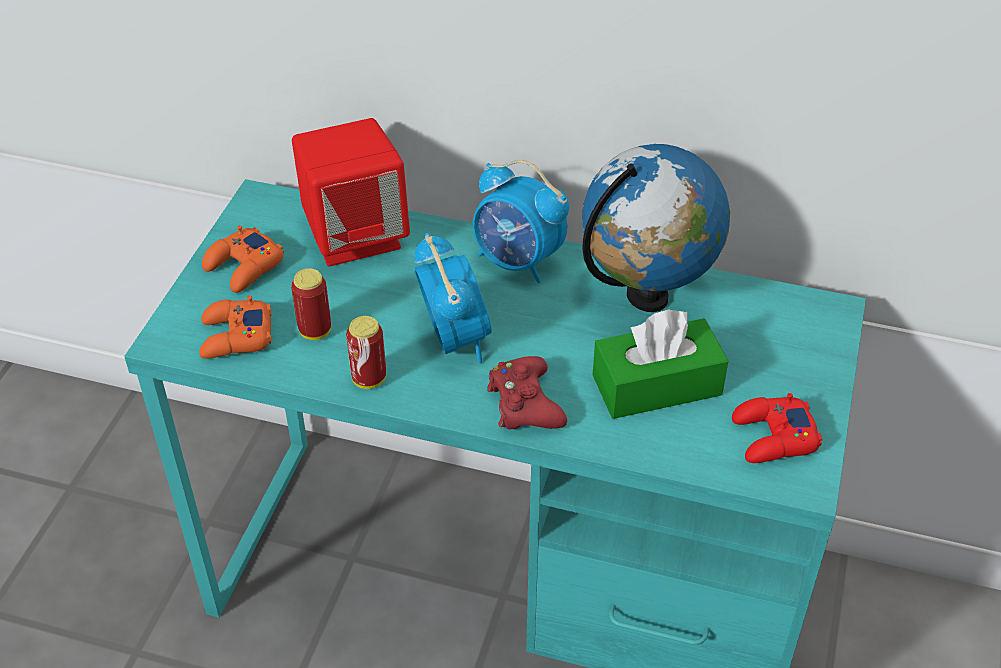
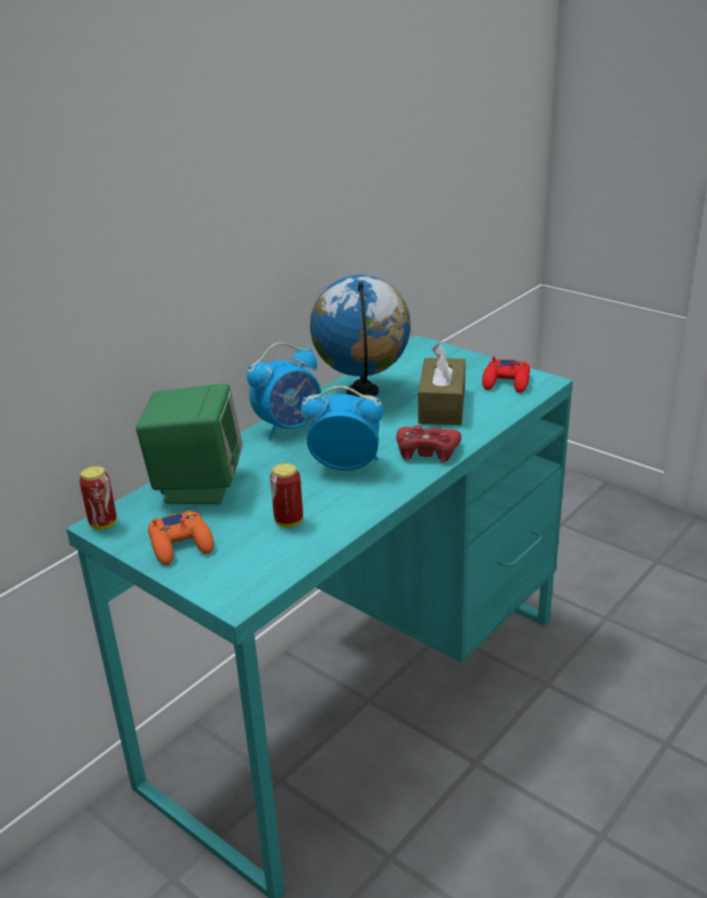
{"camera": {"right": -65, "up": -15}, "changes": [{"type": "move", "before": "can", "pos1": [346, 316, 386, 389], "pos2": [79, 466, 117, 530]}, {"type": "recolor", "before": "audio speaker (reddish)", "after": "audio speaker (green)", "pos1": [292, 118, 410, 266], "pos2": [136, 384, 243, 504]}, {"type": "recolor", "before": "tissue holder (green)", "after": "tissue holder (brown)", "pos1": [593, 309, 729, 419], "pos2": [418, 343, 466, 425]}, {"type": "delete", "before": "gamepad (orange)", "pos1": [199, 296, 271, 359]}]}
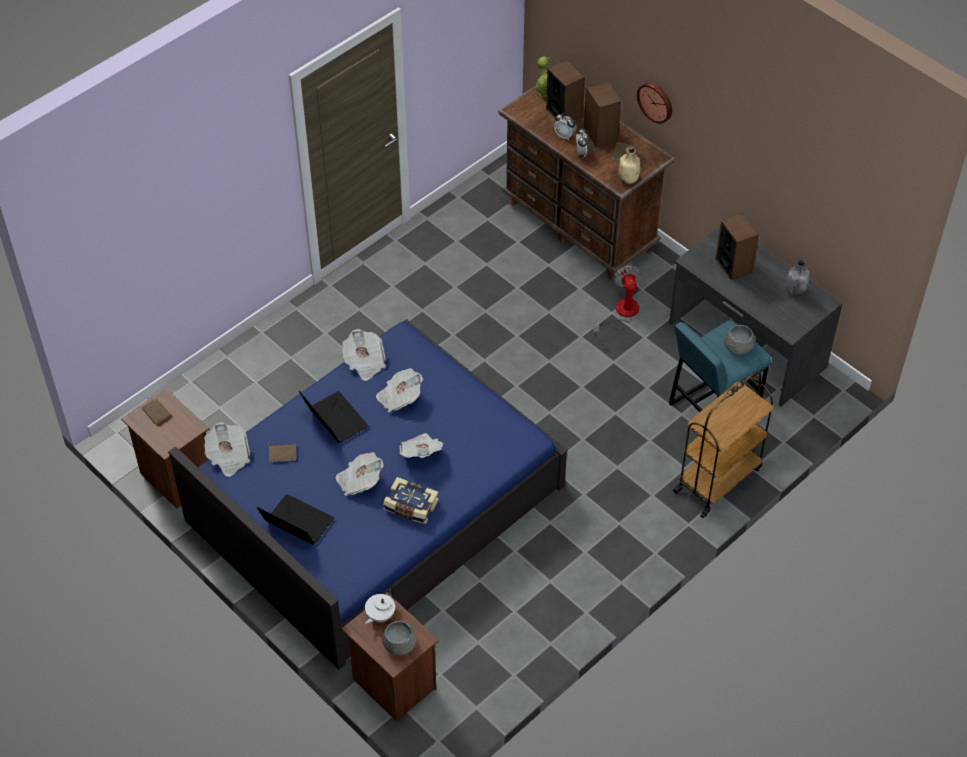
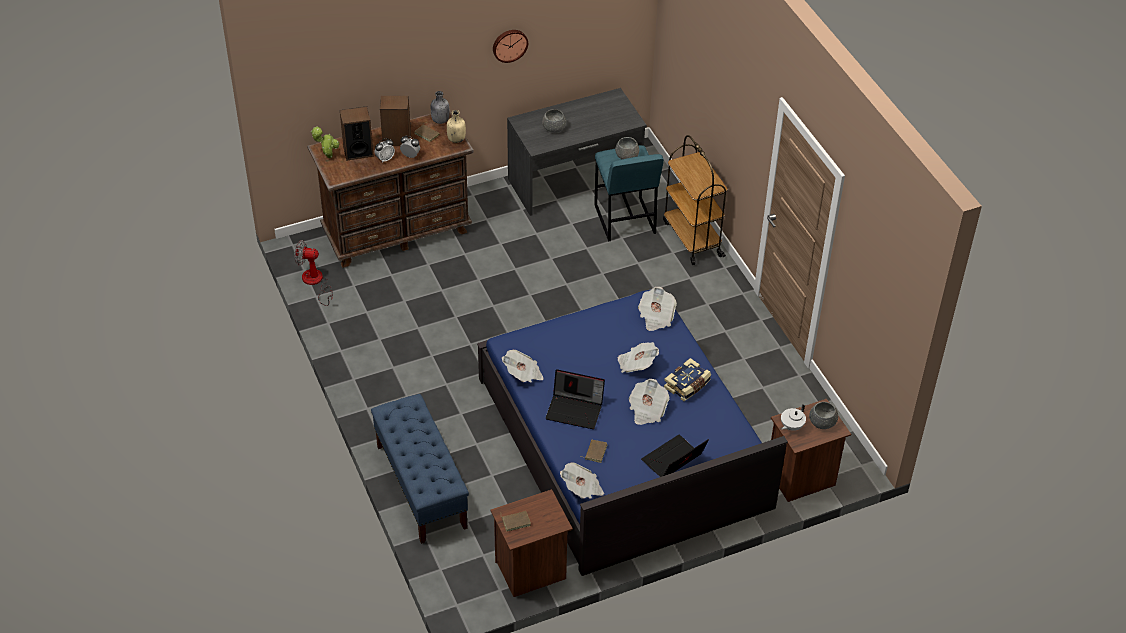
{"camera": {"right": -70, "up": -5}, "changes": [{"type": "move", "before": "electric fan", "pos1": [593, 265, 642, 335], "pos2": [294, 240, 333, 306]}, {"type": "insert", "after": "indoor bench (blue)", "pos2": [371, 394, 469, 544]}, {"type": "move", "before": "bottle (greyish)", "pos1": [785, 259, 810, 296], "pos2": [431, 91, 450, 124]}, {"type": "move", "before": "wall clock", "pos1": [637, 83, 672, 124], "pos2": [493, 30, 528, 63]}, {"type": "replace", "before": "audio speaker", "after": "bowl (greyish)", "pos1": [715, 213, 759, 280], "pos2": [542, 109, 566, 132]}, {"type": "rotate", "before": "laptop", "pos1": [299, 391, 369, 443], "pos2": [546, 369, 605, 429], "turn": -150}, {"type": "move", "before": "newspaper", "pos1": [376, 368, 423, 412], "pos2": [638, 287, 677, 331]}, {"type": "rotate", "before": "teapot (white-coloured)", "pos1": [365, 589, 395, 624], "pos2": [781, 404, 806, 431], "turn": 75}]}
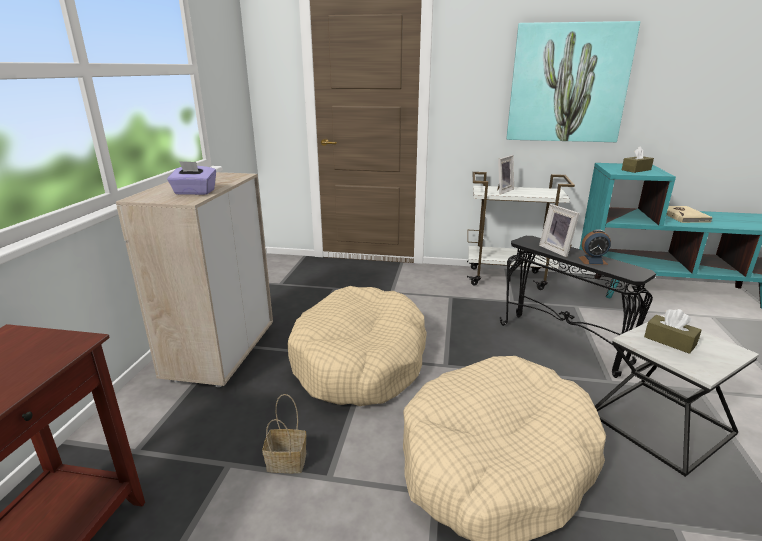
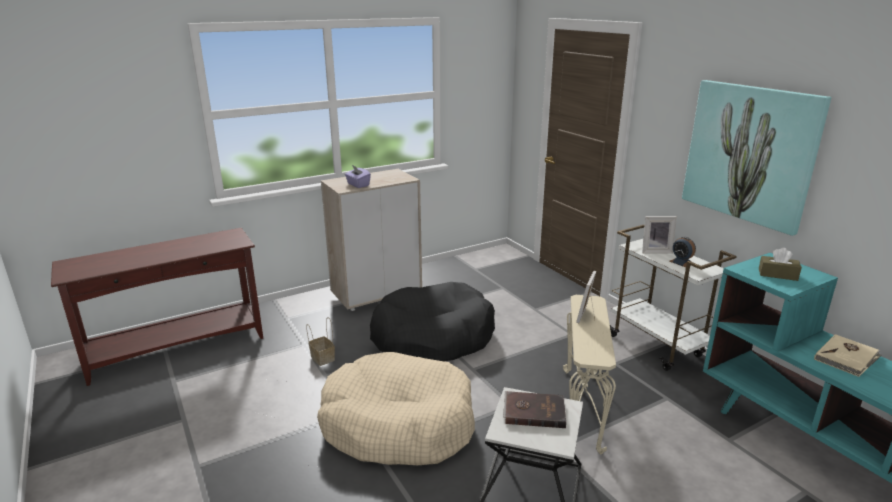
{"camera": {"right": 50, "up": 0}, "changes": [{"type": "recolor", "before": "pet bed (beige-coloured)", "after": "pet bed (black-coloured)", "pos1": [287, 286, 427, 406], "pos2": [370, 282, 495, 361]}, {"type": "replace", "before": "tissue holder (brown)", "after": "bound book (brown)", "pos1": [644, 309, 701, 354], "pos2": [503, 391, 566, 428]}, {"type": "recolor", "before": "accent table (black-coloured)", "after": "accent table (beige-coloured)", "pos1": [500, 236, 656, 378], "pos2": [563, 295, 616, 454]}, {"type": "move", "before": "bedside clock", "pos1": [578, 229, 611, 265], "pos2": [669, 237, 696, 267]}]}
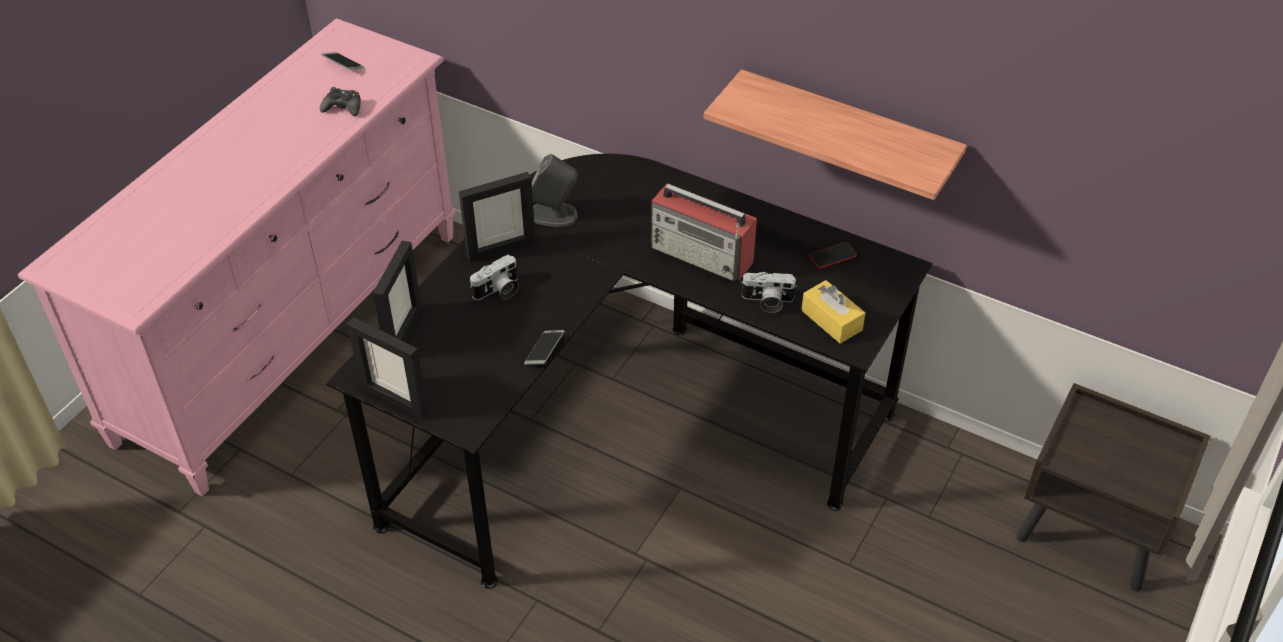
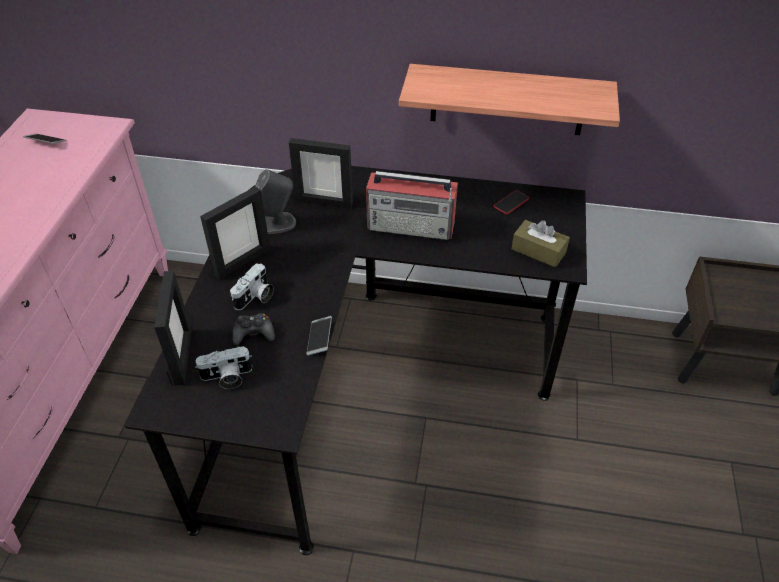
{"camera": {"right": -20, "up": 0}, "changes": [{"type": "move", "before": "still camera", "pos1": [740, 272, 797, 313], "pos2": [195, 346, 252, 389]}, {"type": "move", "before": "gamepad (black-coloured)", "pos1": [320, 87, 361, 116], "pos2": [232, 313, 275, 345]}, {"type": "move", "before": "standing frame", "pos1": [347, 317, 428, 419], "pos2": [289, 138, 353, 209]}, {"type": "recolor", "before": "tissue holder (yellowish)", "after": "tissue holder (brown)", "pos1": [801, 280, 865, 344], "pos2": [512, 220, 570, 267]}]}
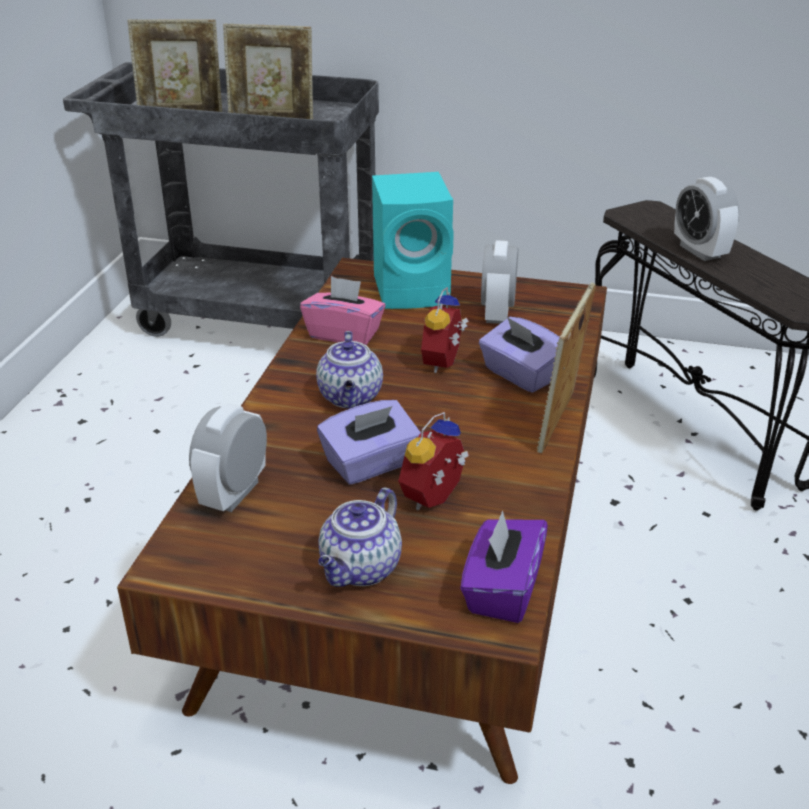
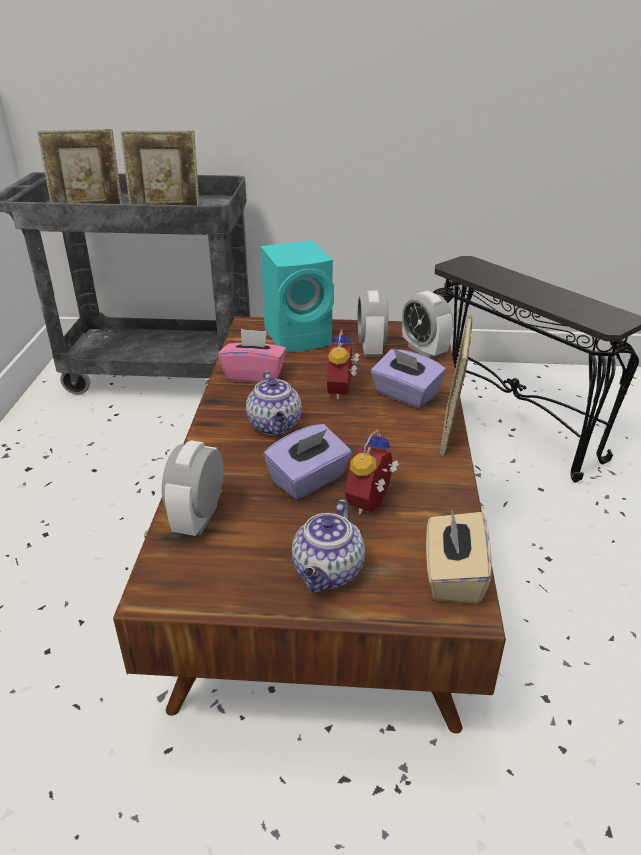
{"camera": {"right": -10, "up": 0}, "changes": [{"type": "move", "before": "bedside clock", "pos1": [674, 177, 739, 261], "pos2": [402, 291, 453, 358]}, {"type": "recolor", "before": "tissue holder (purple-coloured)", "after": "tissue holder (beige-coloured)", "pos1": [460, 510, 548, 623], "pos2": [426, 510, 492, 604]}]}
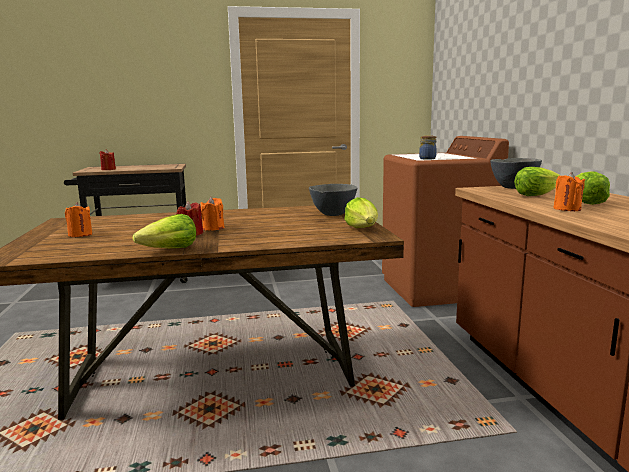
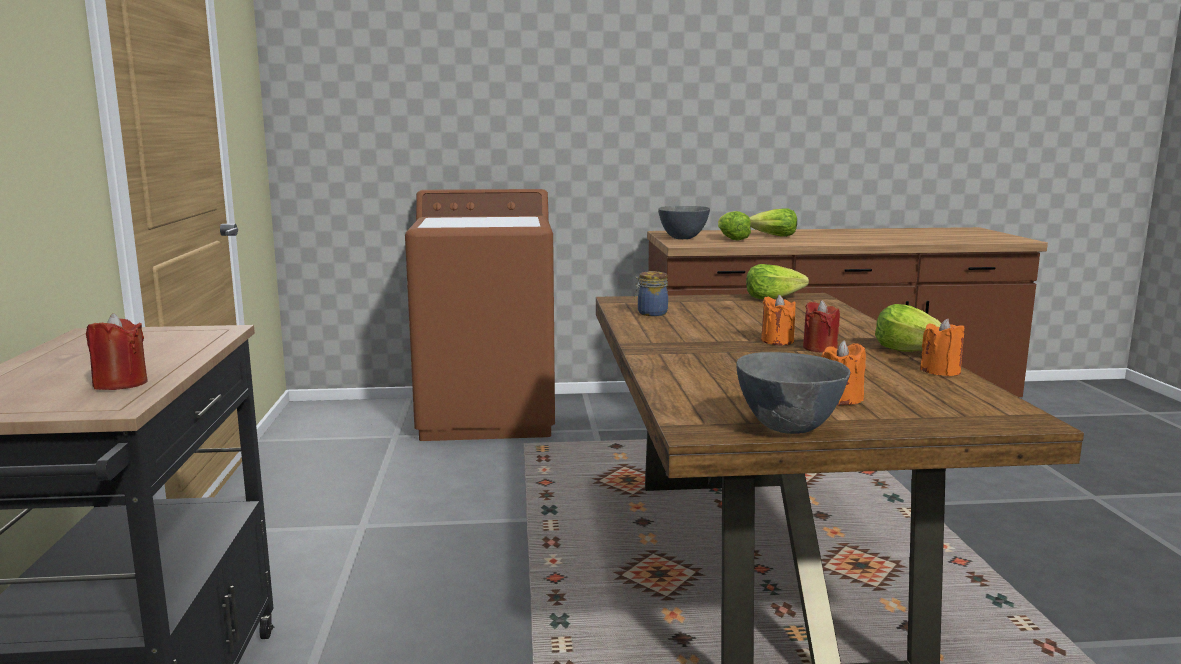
{"camera": {"right": -85, "up": 0}, "changes": [{"type": "move", "before": "preserve jar", "pos1": [419, 135, 437, 160], "pos2": [635, 271, 668, 316]}, {"type": "move", "before": "bowl (greyish)", "pos1": [309, 184, 357, 216], "pos2": [736, 352, 850, 434]}, {"type": "move", "before": "wax candle (orange)", "pos1": [553, 172, 585, 211], "pos2": [920, 319, 964, 376]}]}
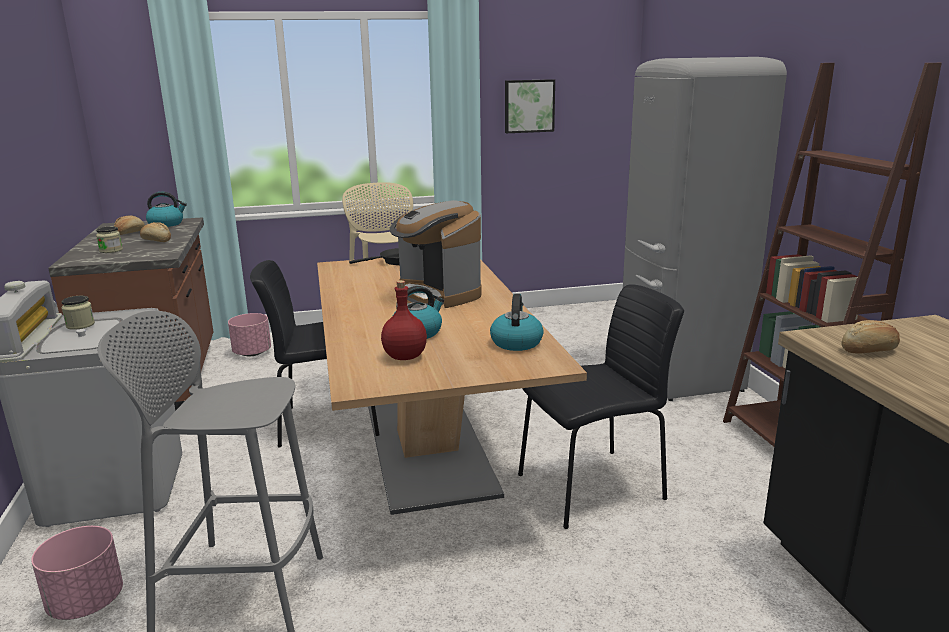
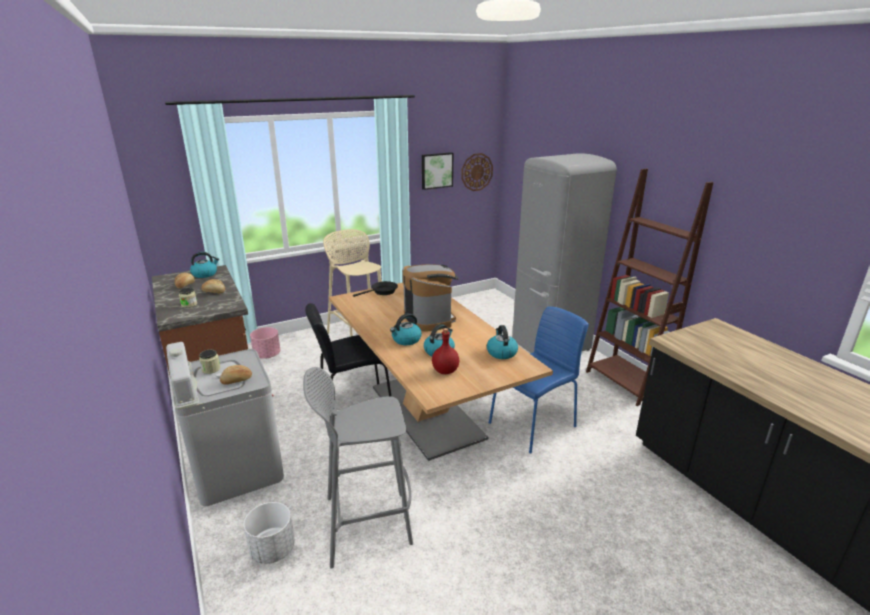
{"camera": {"right": -15, "up": 5}, "changes": [{"type": "move", "before": "bakery bread", "pos1": [841, 320, 900, 354], "pos2": [220, 365, 252, 385]}, {"type": "recolor", "before": "planter (pink)", "after": "planter (white-coloured)", "pos1": [31, 526, 123, 620], "pos2": [244, 502, 295, 564]}, {"type": "insert", "after": "water kettle", "pos2": [390, 313, 422, 345]}, {"type": "rotate", "before": "coffee machine", "pos1": [390, 200, 482, 308], "pos2": [403, 264, 459, 332], "turn": -150}, {"type": "insert", "after": "wall clock", "pos2": [461, 153, 493, 191]}, {"type": "recolor", "before": "upright chair (black-coloured)", "after": "upright chair (blue)", "pos1": [518, 284, 684, 529], "pos2": [489, 306, 589, 454]}]}
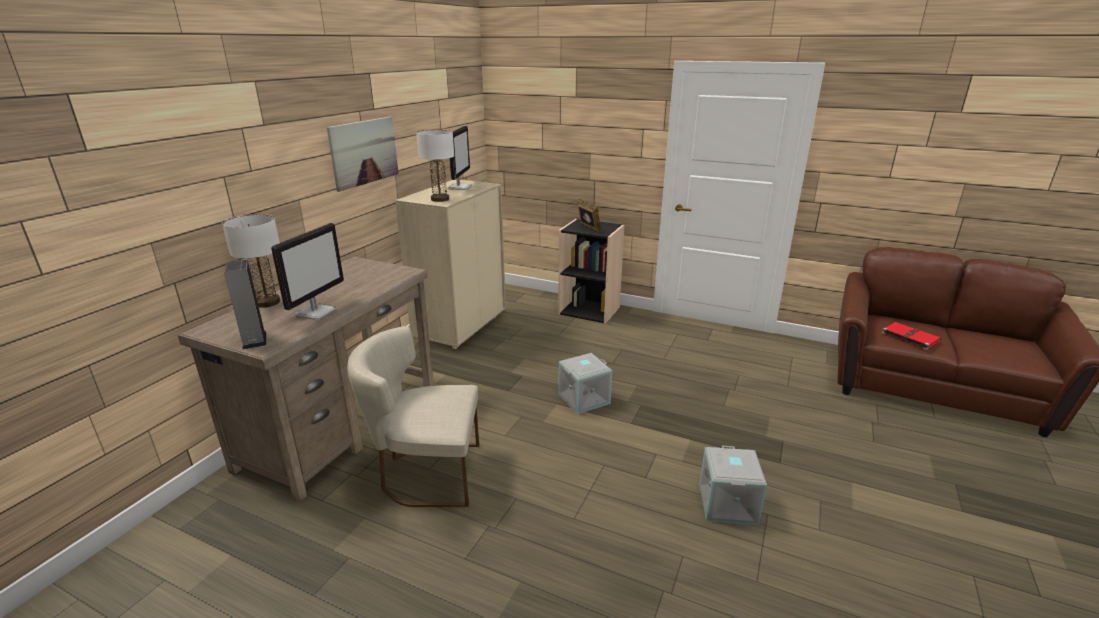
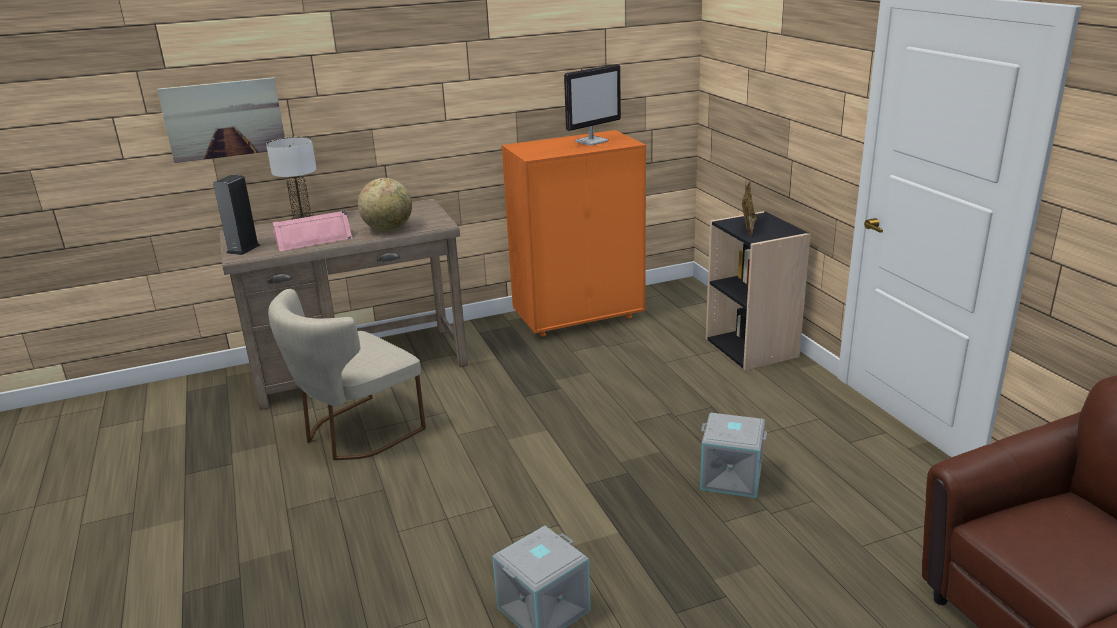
{"camera": {"right": 45, "up": 0}, "changes": [{"type": "move", "before": "wall art", "pos1": [327, 117, 399, 192], "pos2": [157, 77, 285, 163]}, {"type": "rotate", "before": "upright chair (beige-coloured)", "pos1": [347, 326, 479, 507], "pos2": [268, 289, 426, 460], "turn": -90}, {"type": "replace", "before": "monitor", "after": "audio speaker (pink)", "pos1": [271, 223, 344, 320], "pos2": [273, 210, 352, 252]}, {"type": "insert", "after": "globe", "pos2": [358, 178, 412, 232]}, {"type": "recolor", "before": "cabinet (beige-coloured)", "after": "cabinet (orange)", "pos1": [395, 179, 506, 349], "pos2": [502, 130, 646, 336]}, {"type": "move", "before": "storage box (greyish)", "pos1": [558, 353, 612, 414], "pos2": [700, 413, 767, 498]}, {"type": "delete", "before": "tabletop lamp", "pos1": [416, 129, 454, 202]}, {"type": "delete", "before": "bound book (reddish)", "pos1": [880, 322, 941, 350]}]}
